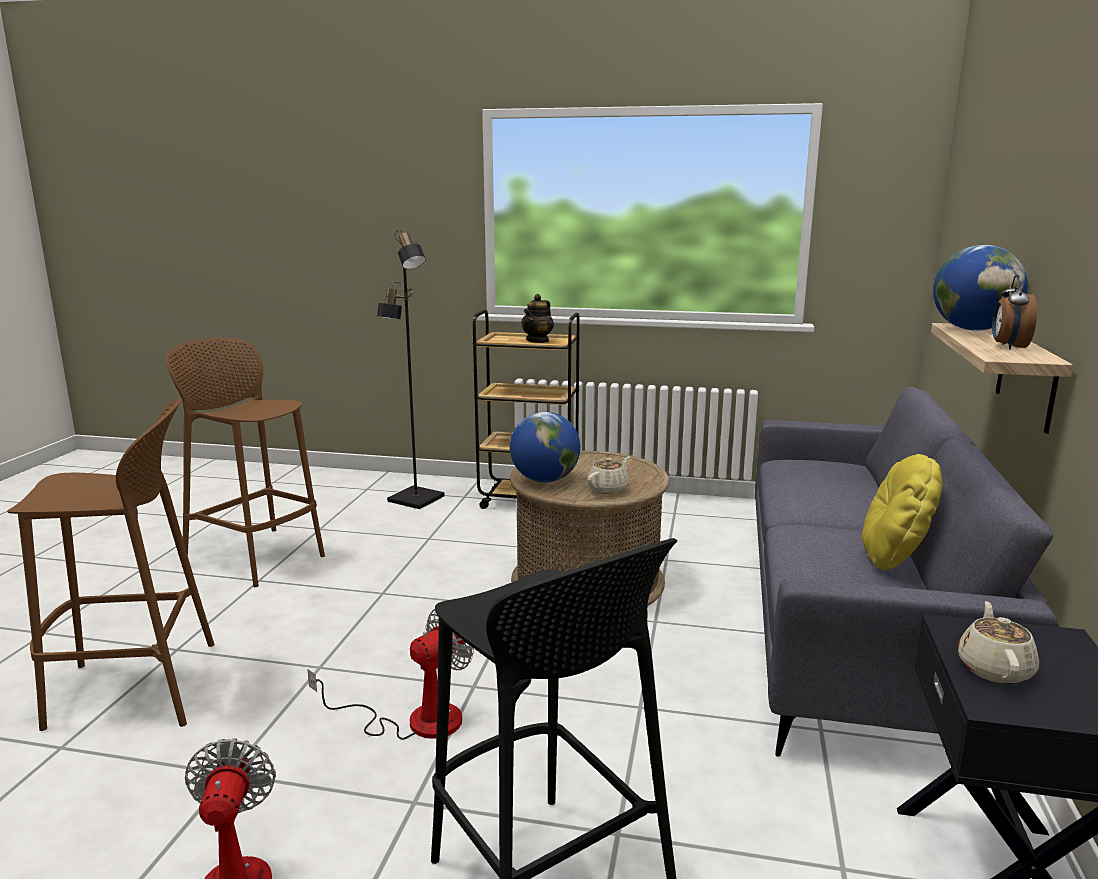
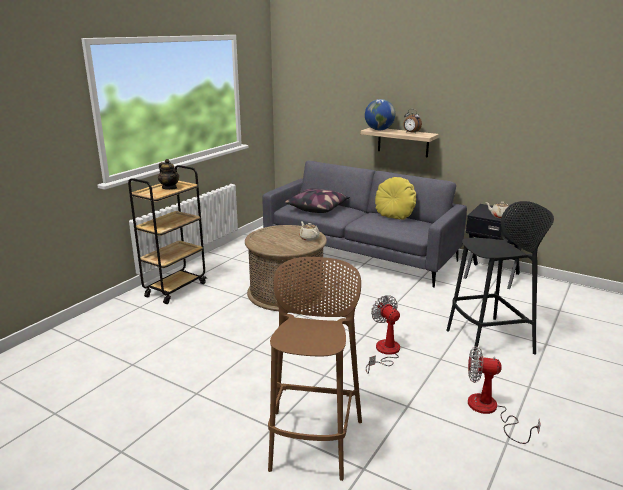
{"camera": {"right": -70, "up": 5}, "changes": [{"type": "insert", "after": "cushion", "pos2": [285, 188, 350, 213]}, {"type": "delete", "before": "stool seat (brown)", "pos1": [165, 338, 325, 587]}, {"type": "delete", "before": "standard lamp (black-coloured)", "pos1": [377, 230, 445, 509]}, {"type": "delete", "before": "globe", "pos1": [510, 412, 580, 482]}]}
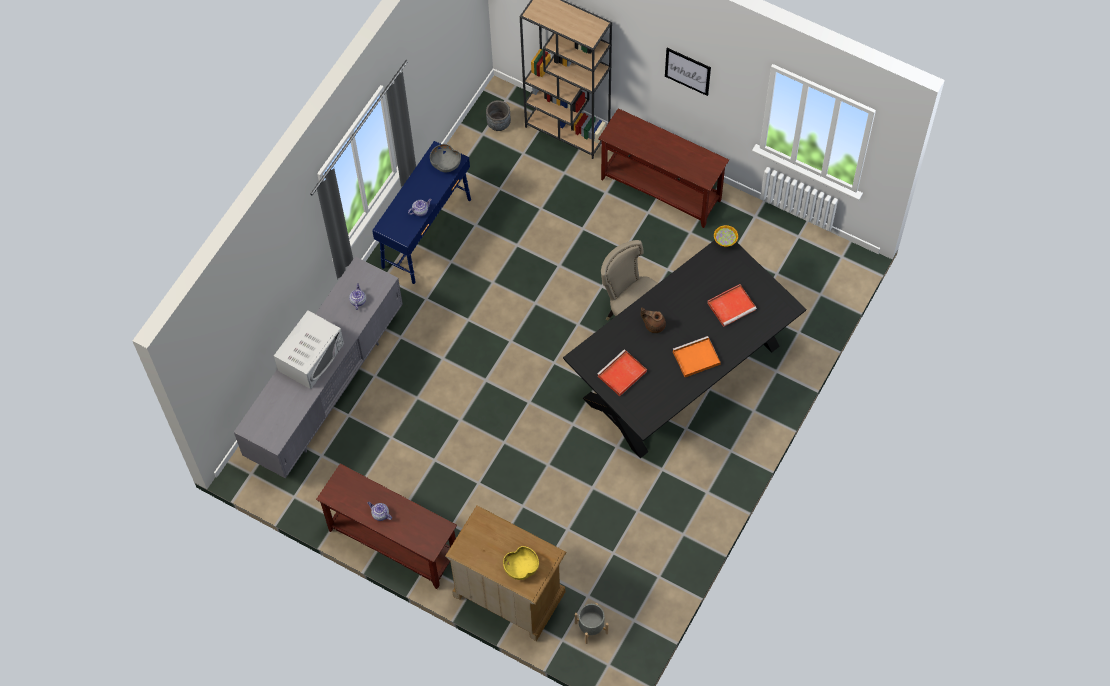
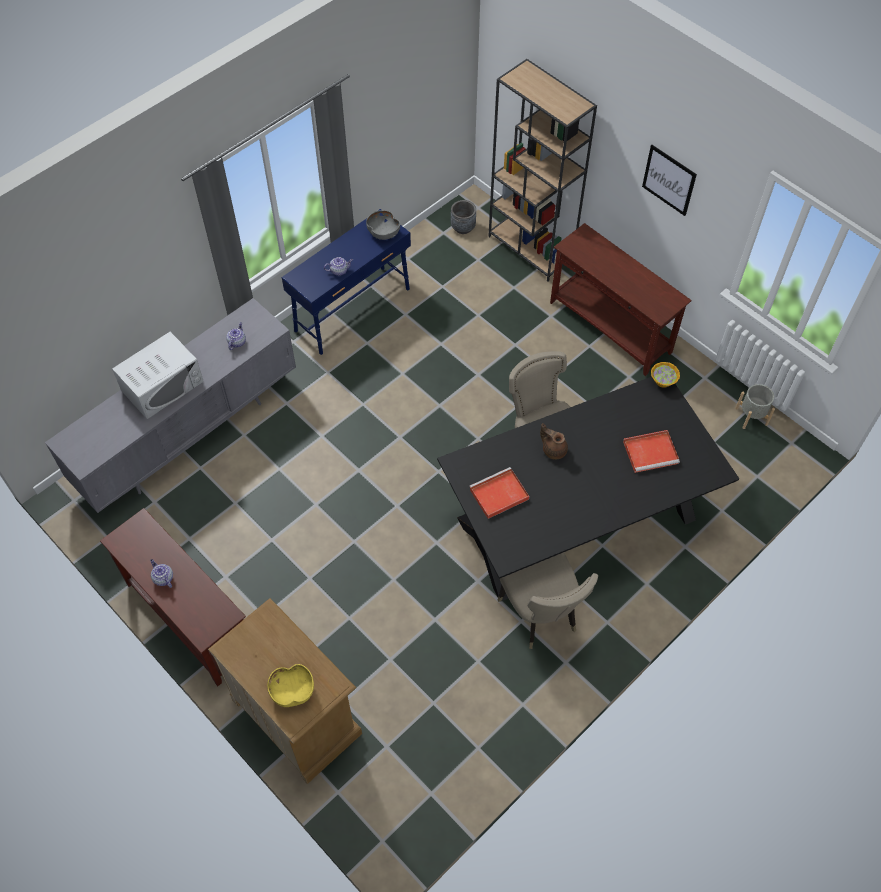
{"camera": {"right": 15, "up": -5}, "changes": [{"type": "insert", "after": "upright chair (beige-coloured)", "pos2": [498, 552, 598, 649]}, {"type": "move", "before": "planter (greyish)", "pos1": [575, 603, 608, 644], "pos2": [735, 384, 775, 429]}, {"type": "delete", "before": "carrying tray (orange)", "pos1": [673, 336, 721, 377]}]}
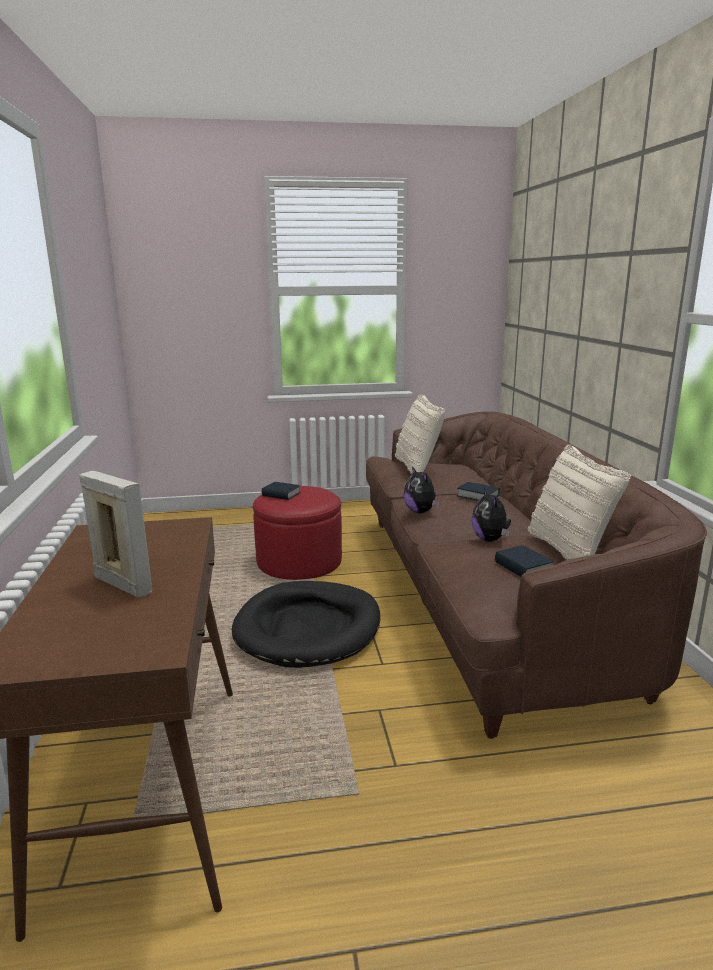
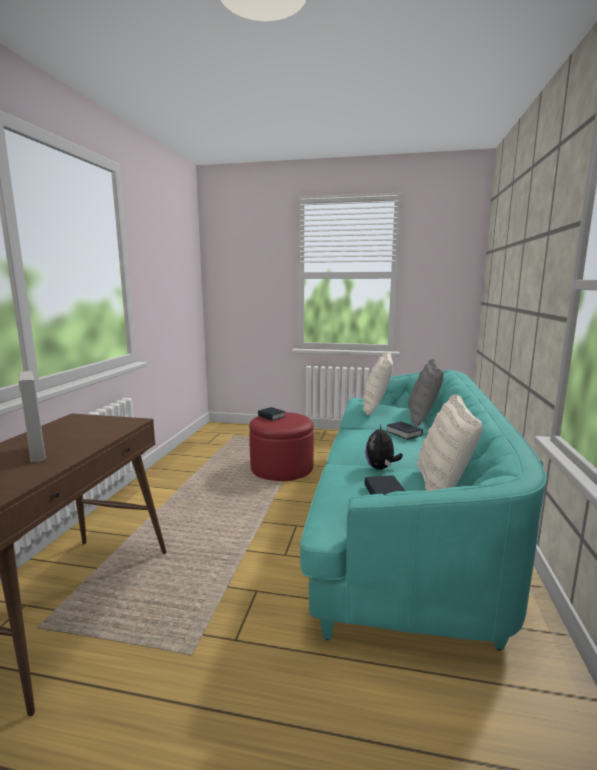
{"camera": {"right": 20, "up": -5}, "changes": [{"type": "recolor", "before": "settee (brown)", "after": "settee (turquoise-coloured)", "pos1": [366, 412, 707, 739], "pos2": [300, 370, 547, 650]}, {"type": "insert", "after": "cushion (greyish)", "pos2": [408, 359, 444, 426]}, {"type": "delete", "before": "pet bed (black-coloured)", "pos1": [232, 581, 380, 668]}, {"type": "delete", "before": "plush toy", "pos1": [404, 466, 440, 513]}]}
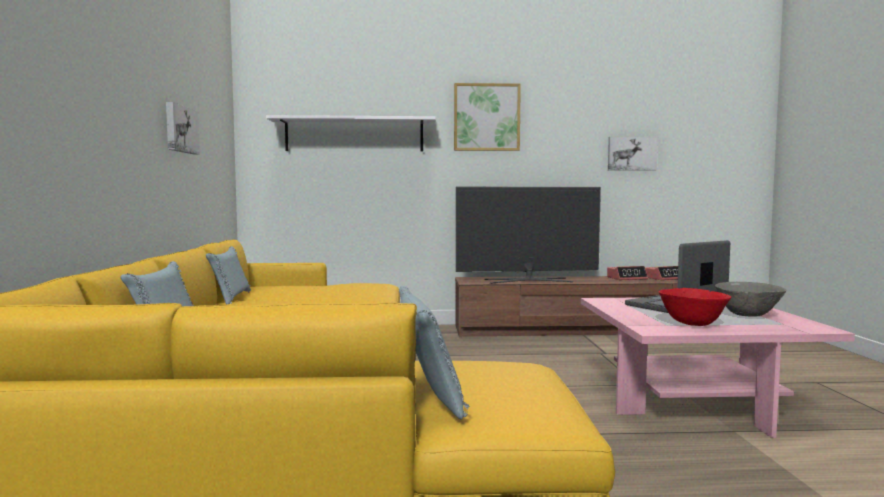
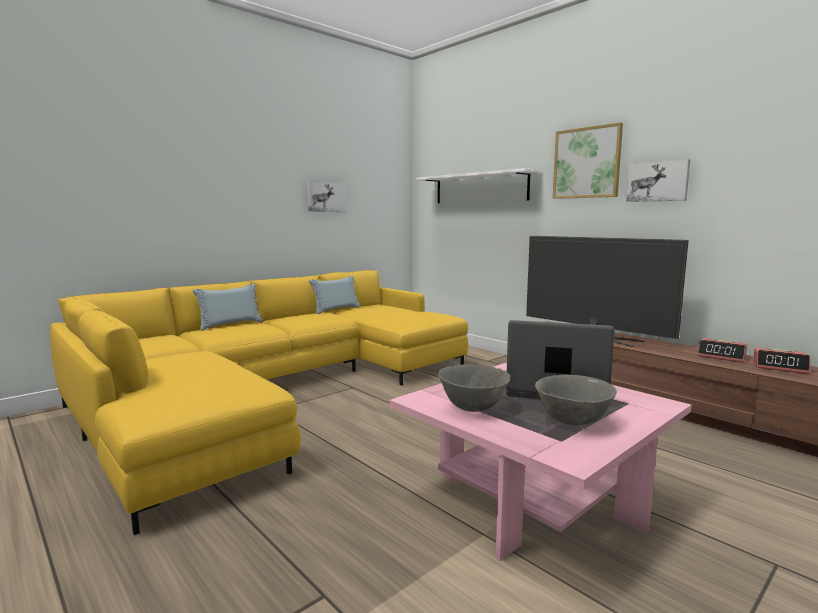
{"camera": {"right": 50, "up": 5}, "changes": [{"type": "recolor", "before": "bowl (reddish)", "after": "bowl (greyish)", "pos1": [658, 288, 731, 326], "pos2": [438, 365, 510, 412]}, {"type": "move", "before": "wall art", "pos1": [608, 137, 658, 171], "pos2": [626, 159, 690, 202]}, {"type": "delete", "before": "cushion (blue)", "pos1": [399, 286, 470, 420]}]}
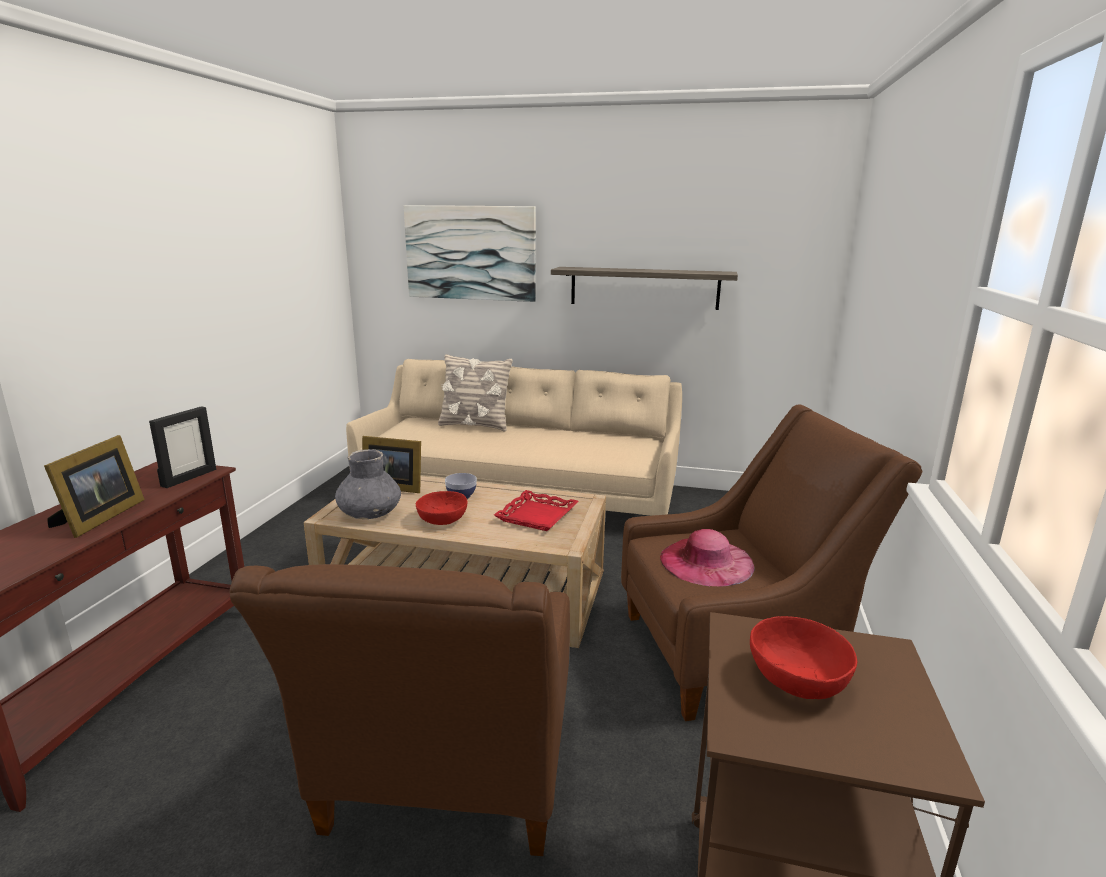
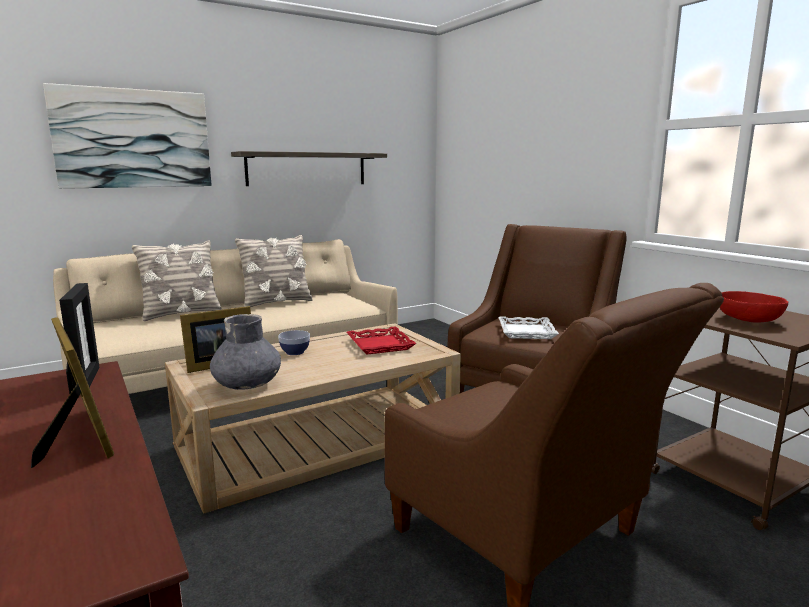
{"camera": {"right": -45, "up": -5}, "changes": [{"type": "insert", "after": "cushion (beige-coloured)", "pos2": [235, 235, 313, 307]}, {"type": "replace", "before": "wearable hat (pink)", "after": "carrying tray (white-coloured)", "pos1": [660, 529, 755, 587], "pos2": [498, 316, 559, 339]}, {"type": "delete", "before": "bowl (reddish)", "pos1": [416, 491, 467, 525]}]}
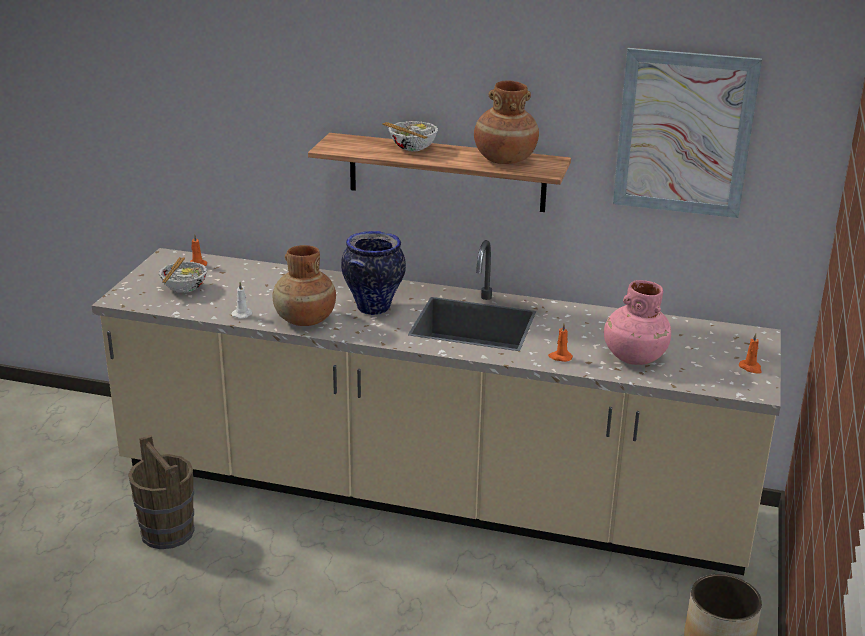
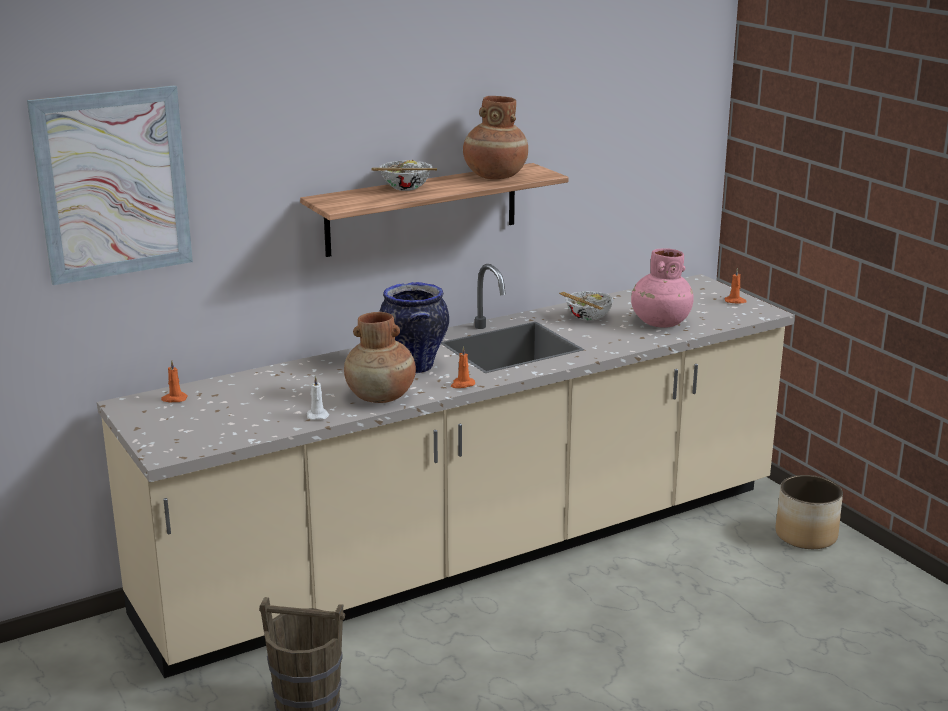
{"camera": {"right": -45, "up": -5}, "changes": [{"type": "move", "before": "wall art", "pos1": [613, 48, 762, 218], "pos2": [27, 85, 193, 285]}, {"type": "move", "before": "wax candle (orange)", "pos1": [548, 323, 573, 362], "pos2": [451, 346, 475, 388]}, {"type": "move", "before": "bowl", "pos1": [159, 257, 207, 293], "pos2": [559, 291, 614, 321]}]}
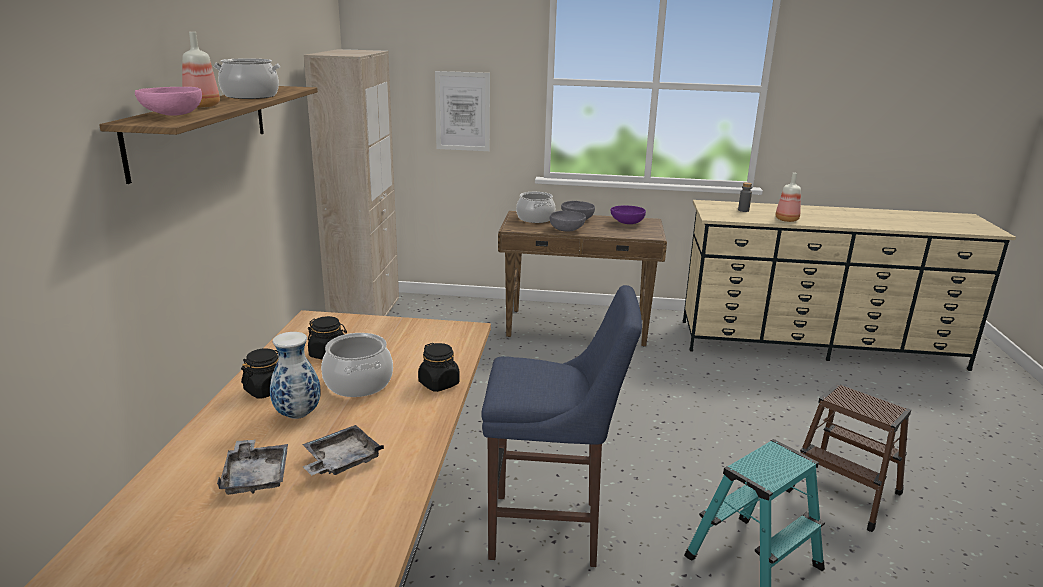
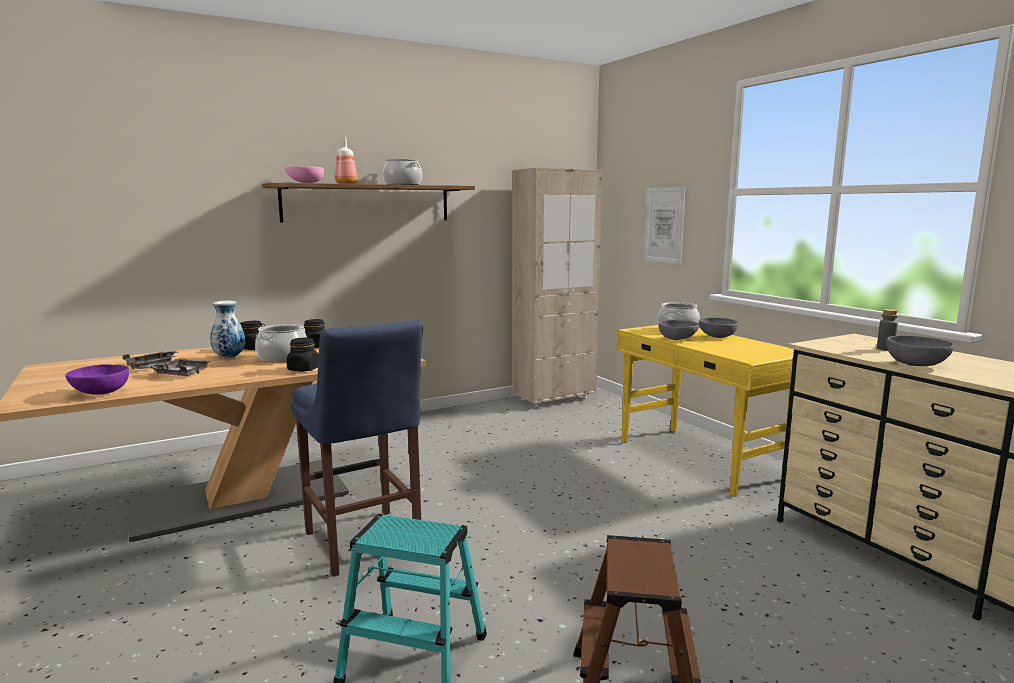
{"camera": {"right": 55, "up": -10}, "changes": [{"type": "move", "before": "bowl (purple-coloured)", "pos1": [610, 205, 646, 224], "pos2": [66, 364, 129, 395]}, {"type": "recolor", "before": "hall table (brown)", "after": "hall table (yellowish)", "pos1": [498, 211, 667, 347], "pos2": [617, 325, 794, 497]}, {"type": "replace", "before": "bottle", "after": "bowl (greyish)", "pos1": [775, 173, 801, 222], "pos2": [886, 335, 953, 366]}]}
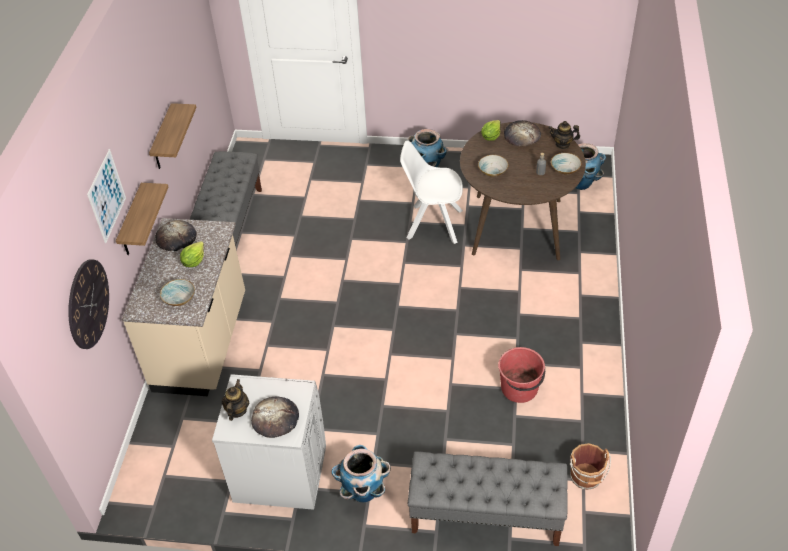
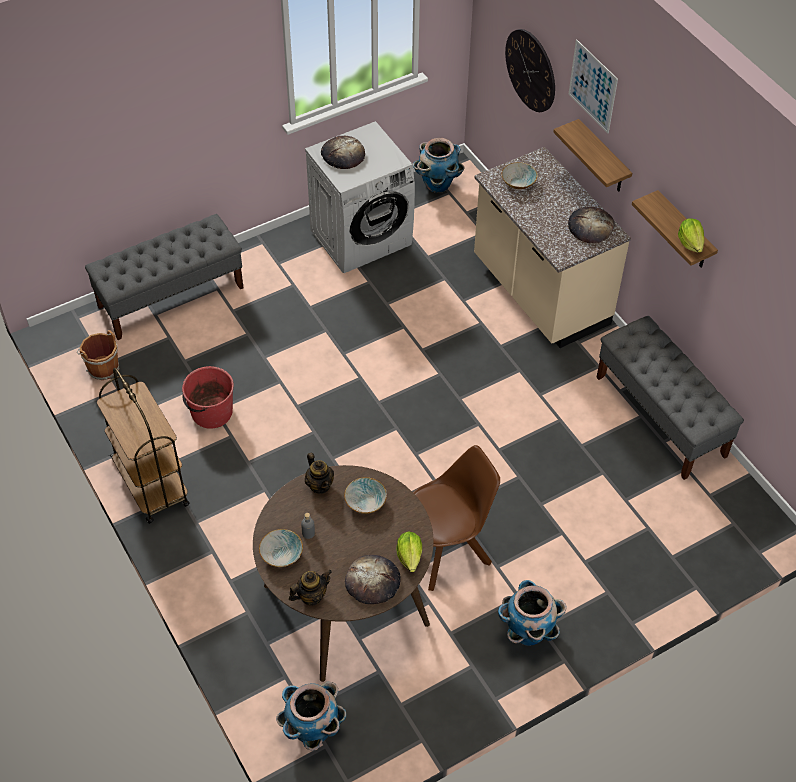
{"camera": {"right": 140, "up": 5}, "changes": [{"type": "insert", "after": "wheeled cart (brown)", "pos2": [97, 368, 190, 524]}, {"type": "move", "before": "teapot", "pos1": [222, 379, 249, 421], "pos2": [305, 453, 334, 494]}, {"type": "move", "before": "planter", "pos1": [332, 445, 391, 503], "pos2": [413, 138, 465, 193]}, {"type": "recolor", "before": "upright chair (white-coloured)", "after": "upright chair (brown)", "pos1": [400, 141, 463, 244], "pos2": [413, 445, 500, 591]}, {"type": "move", "before": "lettuce head", "pos1": [180, 241, 204, 267], "pos2": [678, 218, 705, 253]}]}
